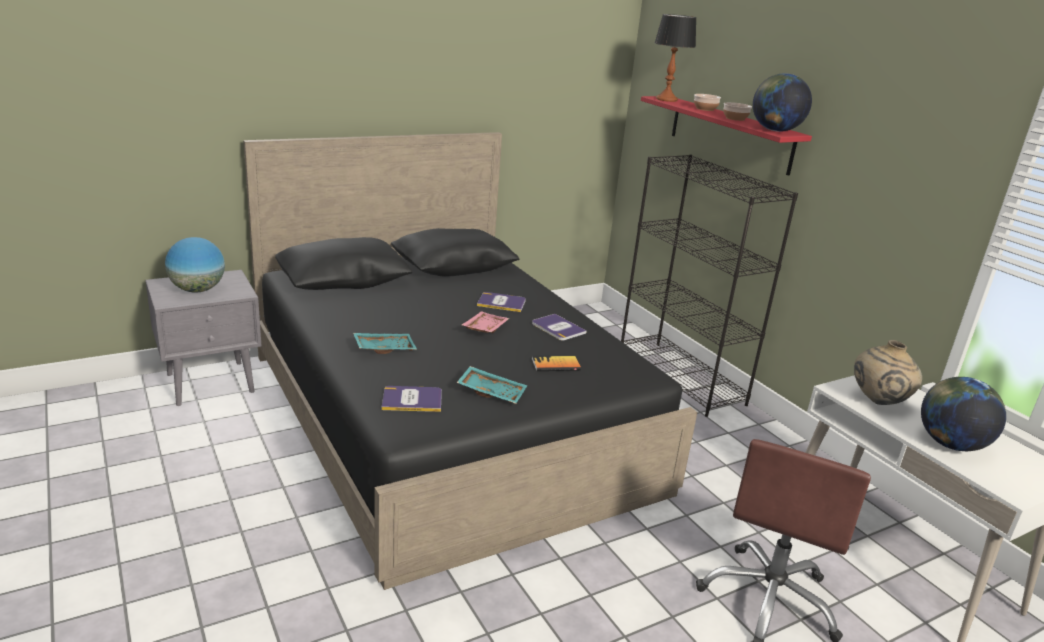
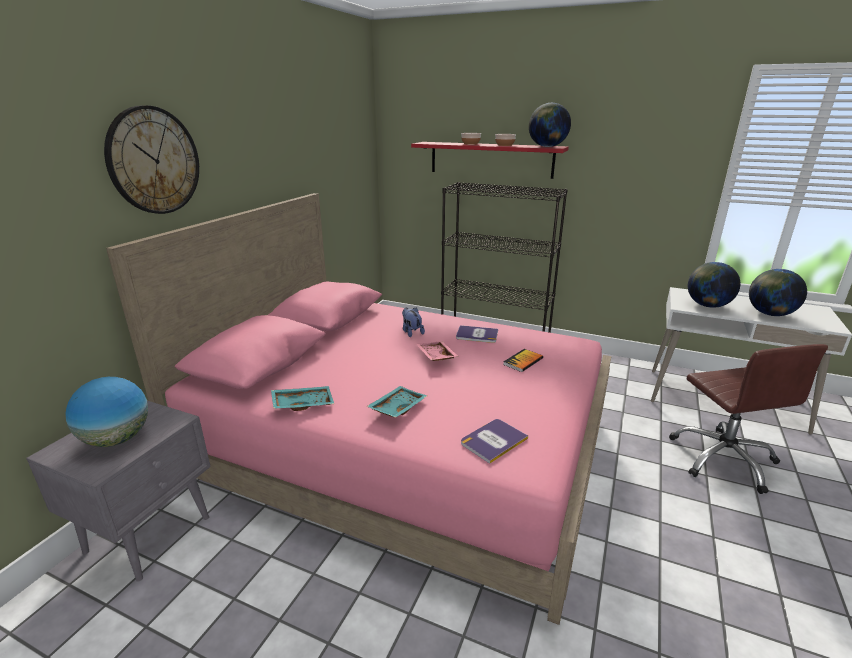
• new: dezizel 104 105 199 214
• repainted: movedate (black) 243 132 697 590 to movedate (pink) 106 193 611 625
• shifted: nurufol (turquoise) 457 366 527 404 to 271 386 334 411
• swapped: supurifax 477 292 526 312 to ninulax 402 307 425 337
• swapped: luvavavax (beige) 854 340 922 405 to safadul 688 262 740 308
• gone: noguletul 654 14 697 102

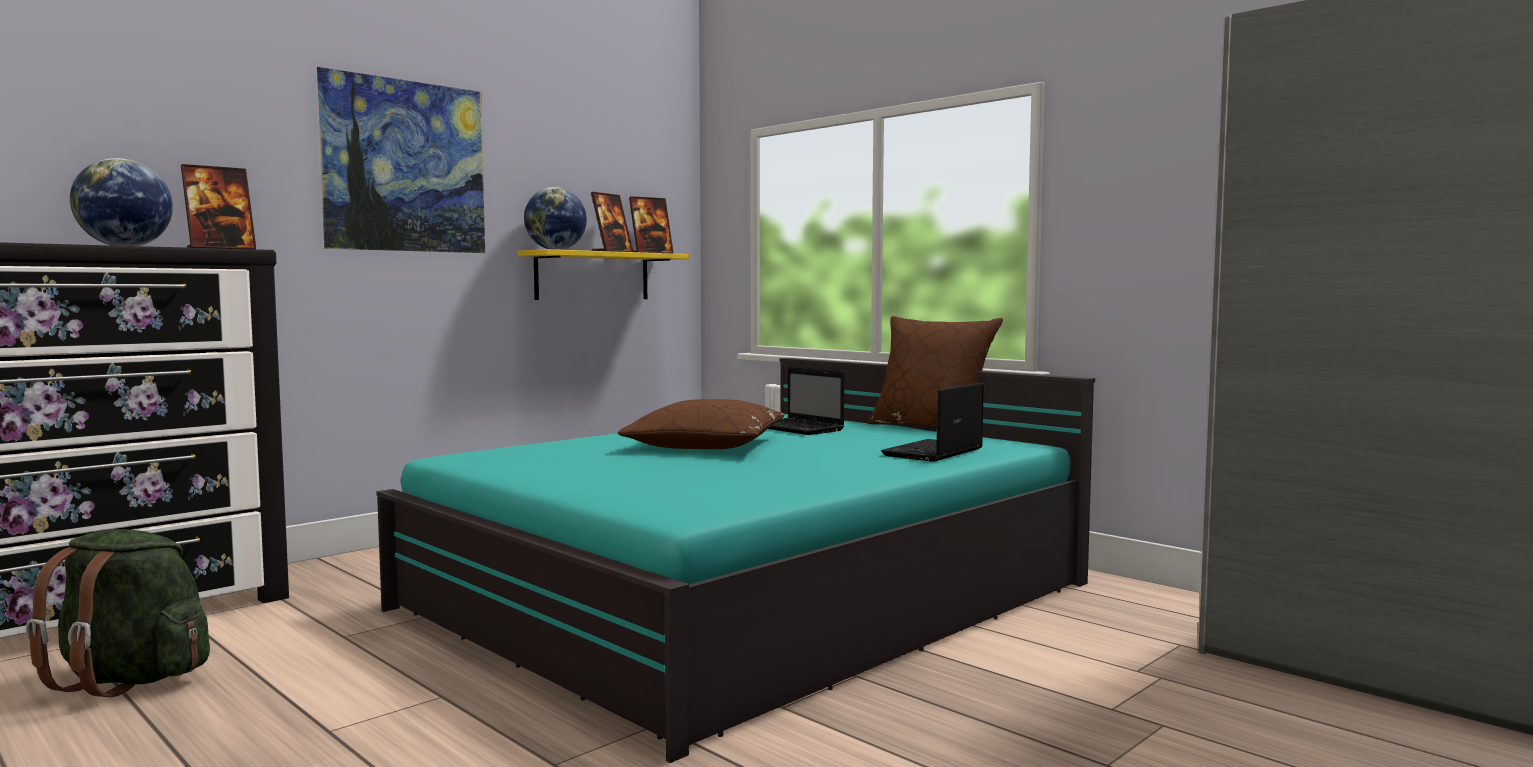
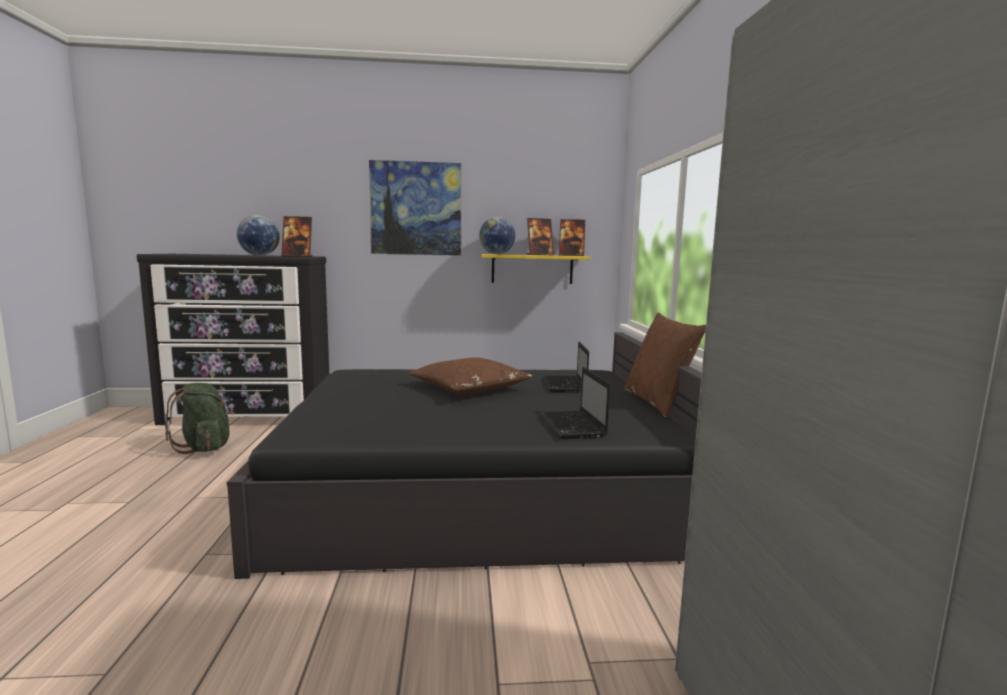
• repainted: movedate (turquoise) 376 358 1095 763 to movedate (black) 227 332 702 579
• rotated: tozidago 881 383 984 462 = 539 367 610 439 90 degrees counterclockwise

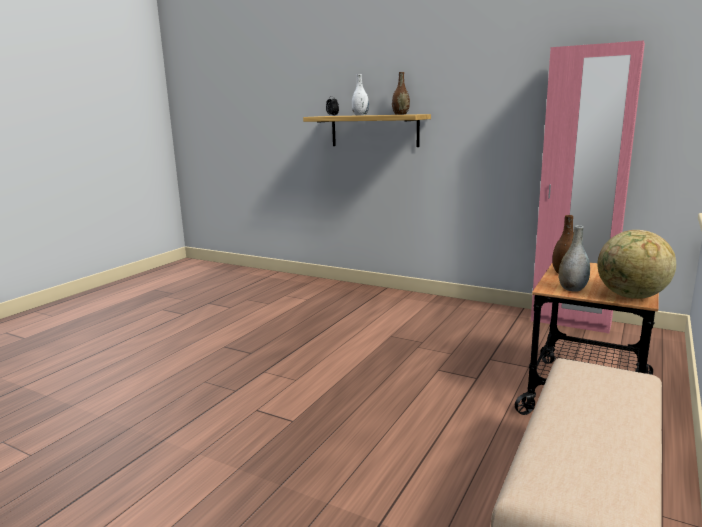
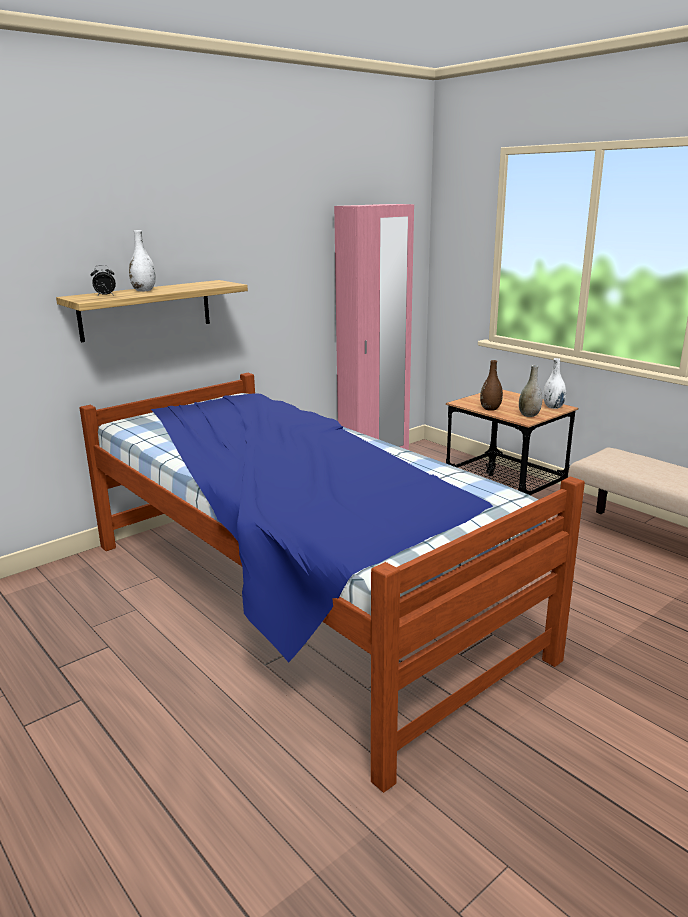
• new: movedate 80 373 585 793
• swapped: safadul 597 230 676 299 to luvavavax (white) 543 358 566 409
• gone: luvavavax (brown) 392 72 410 115

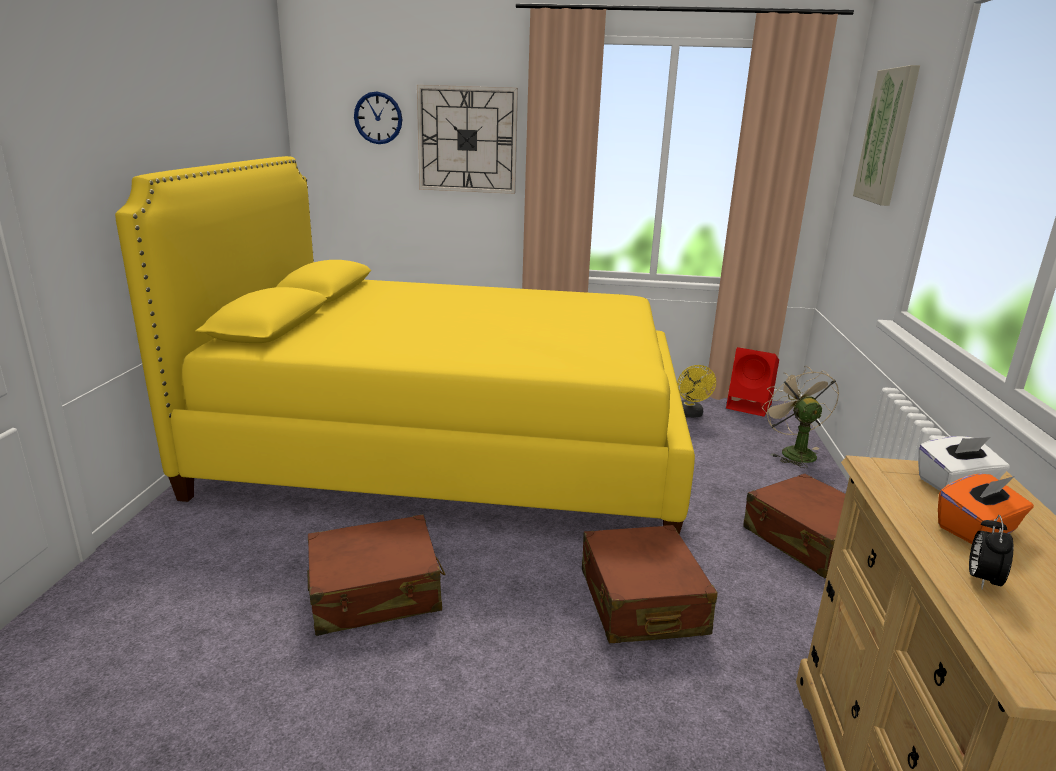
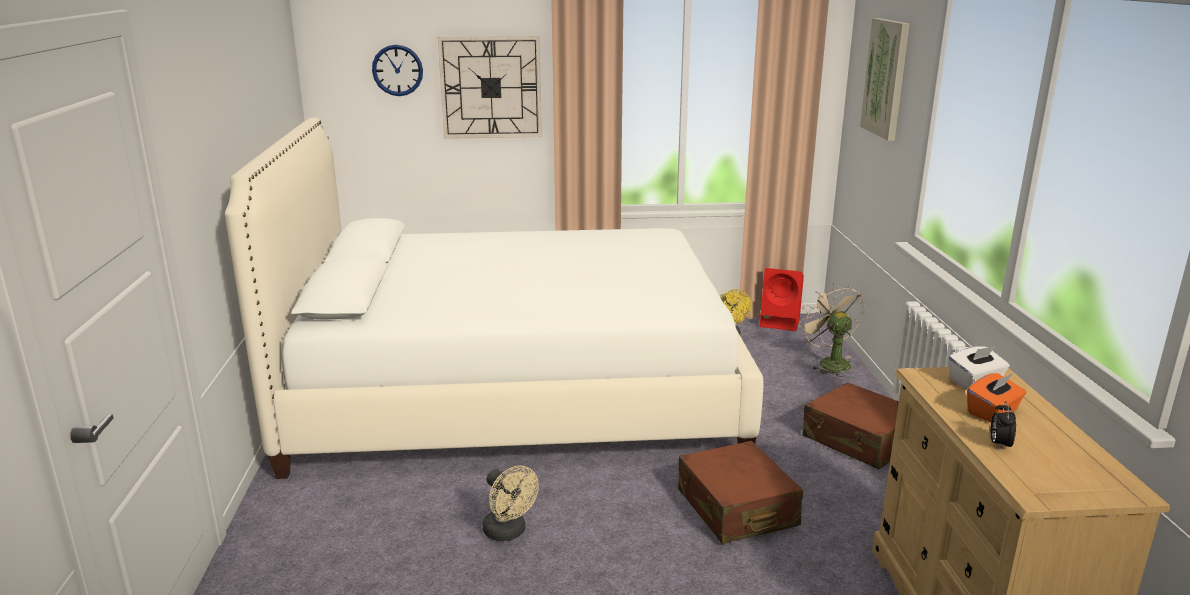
• repainted: movedate (yellow) 115 156 695 535 to movedate (white) 225 117 763 479
• swapped: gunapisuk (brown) 307 515 445 636 to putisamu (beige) 483 465 539 541

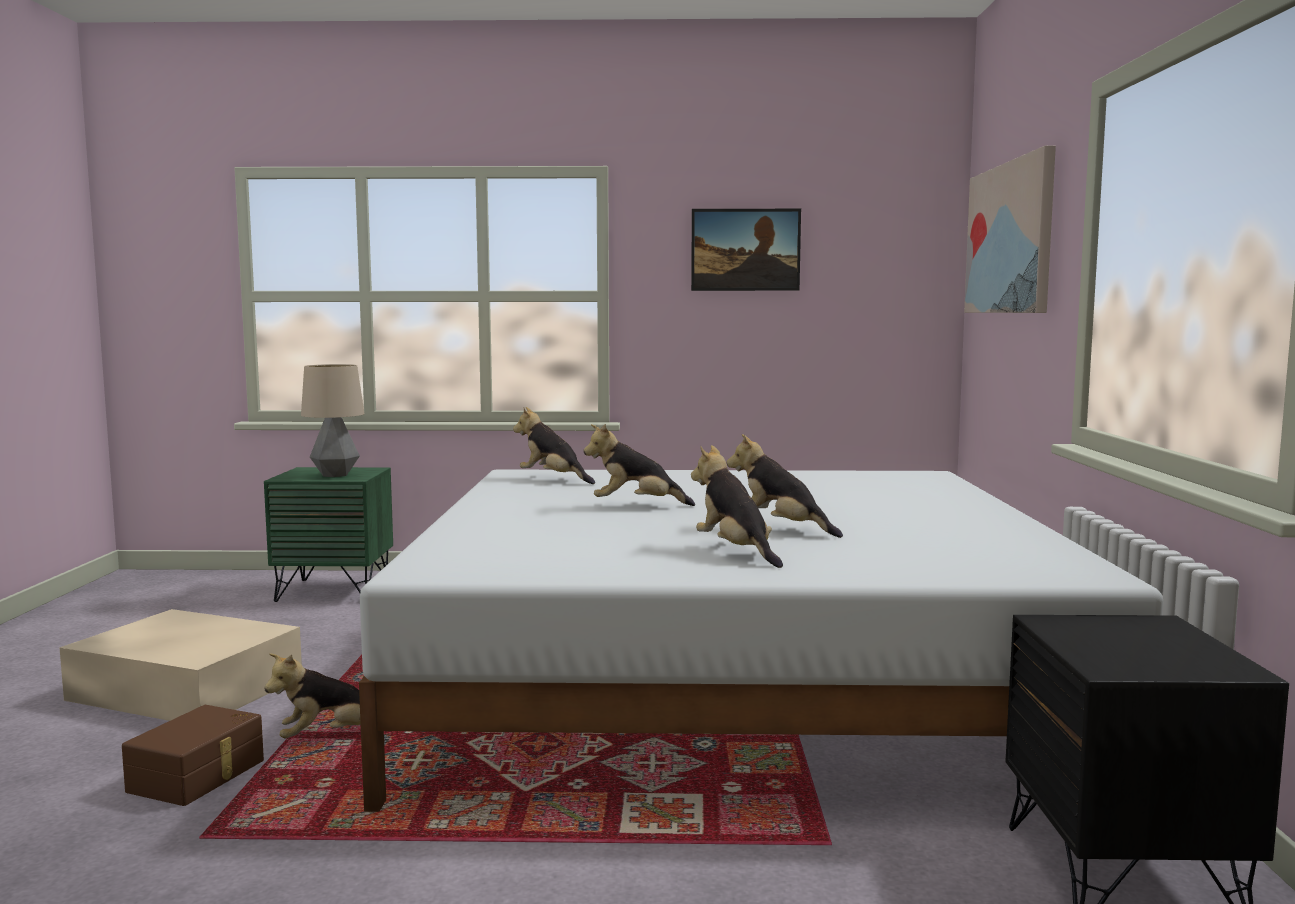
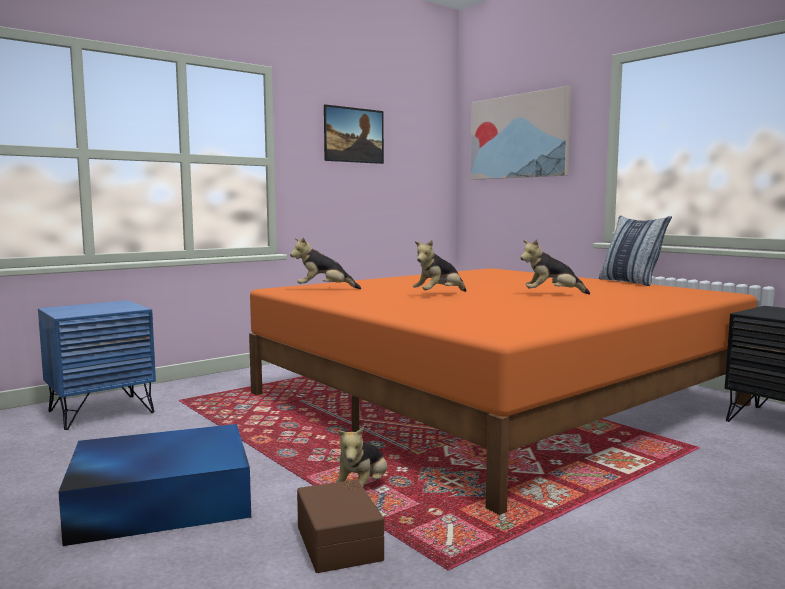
• repainted: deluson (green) 264 467 393 602 to deluson (blue) 38 300 156 430
• repainted: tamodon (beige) 59 609 302 721 to tamodon (blue) 58 424 251 546
• repainted: movedate (white) 359 469 1163 812 to movedate (orange) 249 268 757 515
• new: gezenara 599 215 672 286
• gone: noguletul 301 364 365 477
• gone: ninulax 691 445 783 568

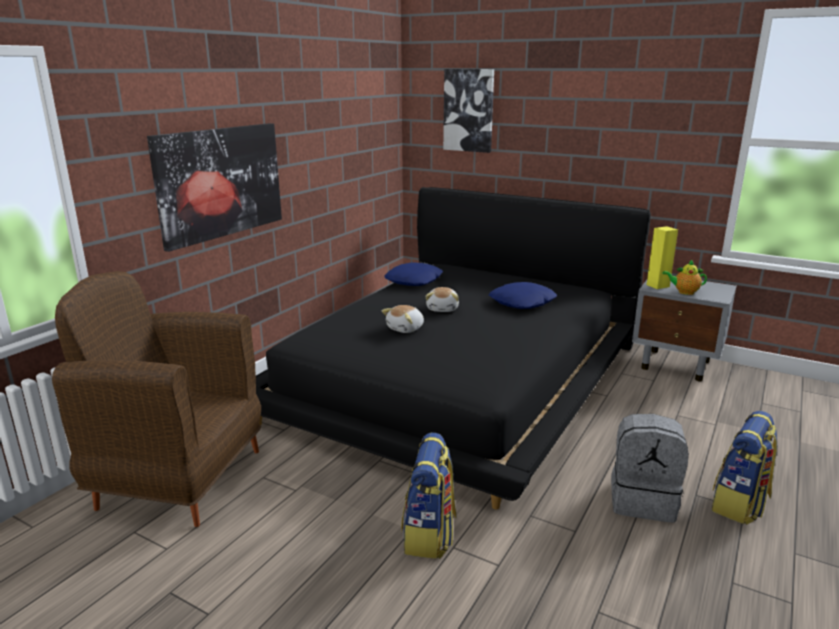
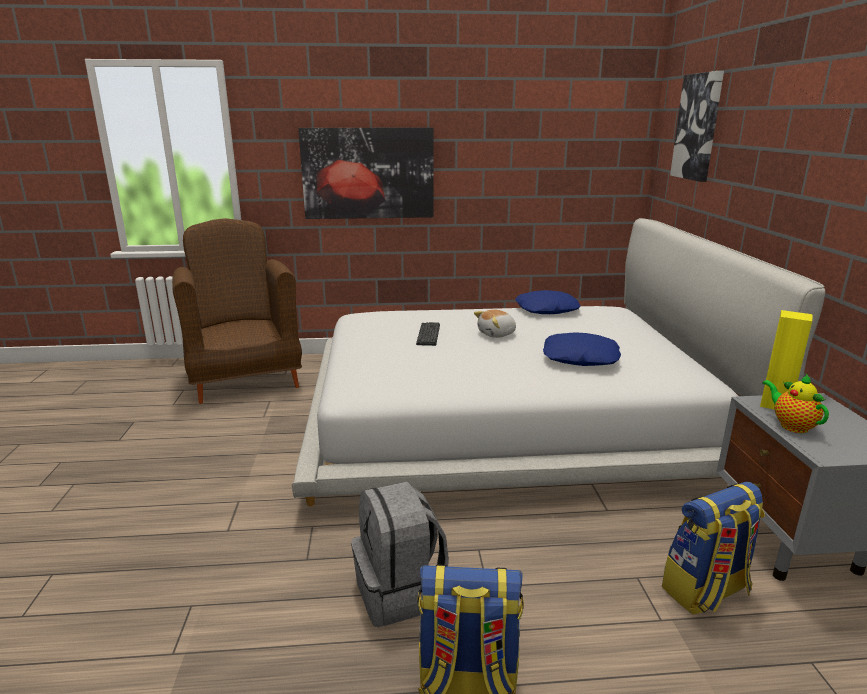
• repainted: movedate (black) 256 187 651 510 to movedate (white) 292 218 825 506
• swapped: ninulax 382 305 424 333 to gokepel 416 322 440 346
• shifted: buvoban 401 432 457 559 to 662 482 765 615

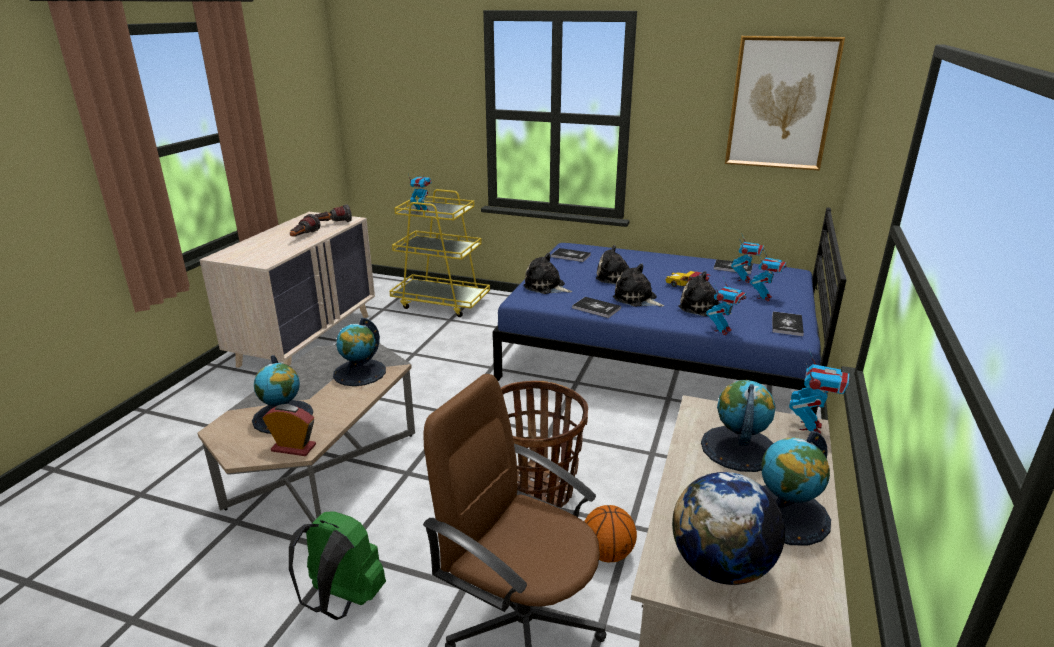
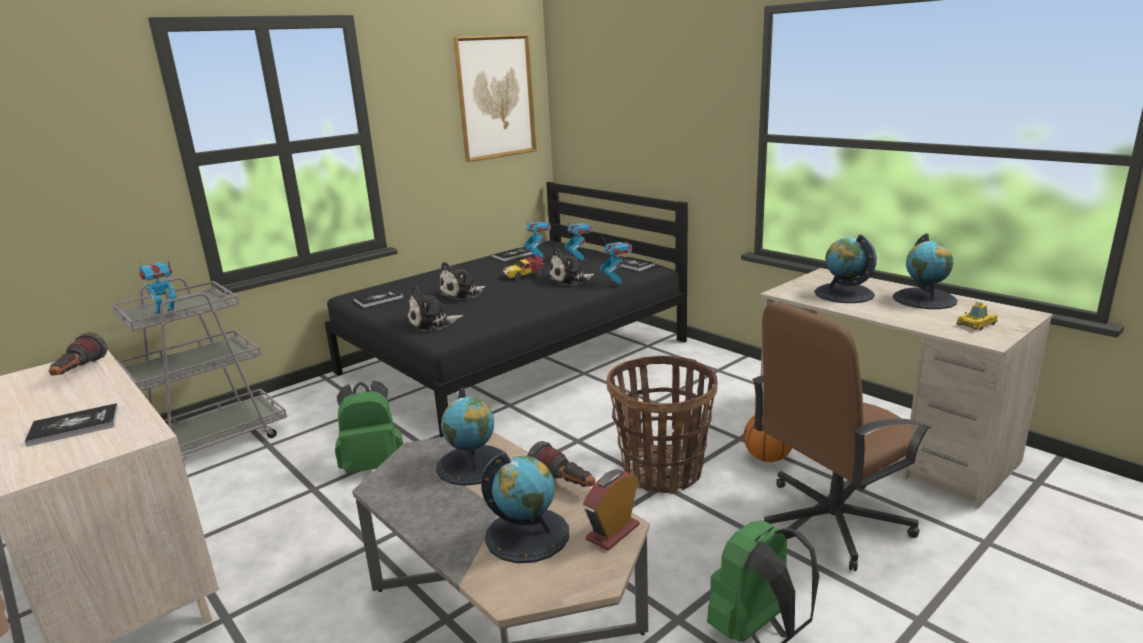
• shifted: supurifax 572 297 621 318 to 24 403 118 447
• repainted: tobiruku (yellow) 389 189 490 317 to tobiruku (grey) 113 277 287 465
• repainted: movedate (blue) 493 207 847 415 to movedate (black) 325 182 688 437
• new: buvoban (green) 335 381 403 473
• shifted: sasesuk 290 214 320 237 to 527 441 595 487
• swapped: safadul 672 472 785 585 to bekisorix 957 302 998 330
• gone: ninulax 613 264 664 307
• gone: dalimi 789 349 850 434

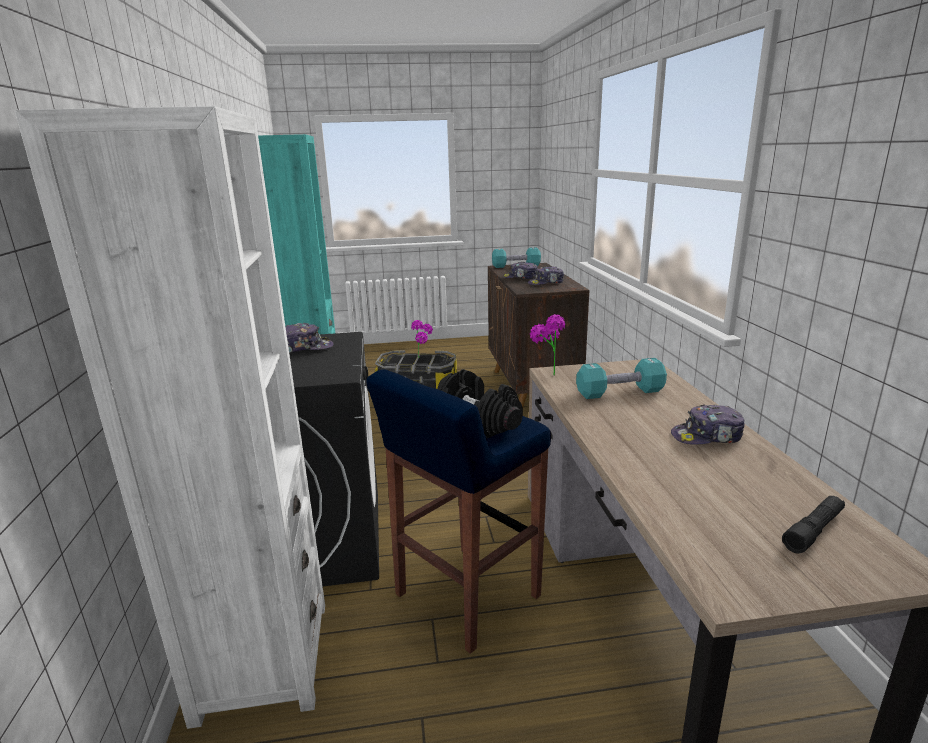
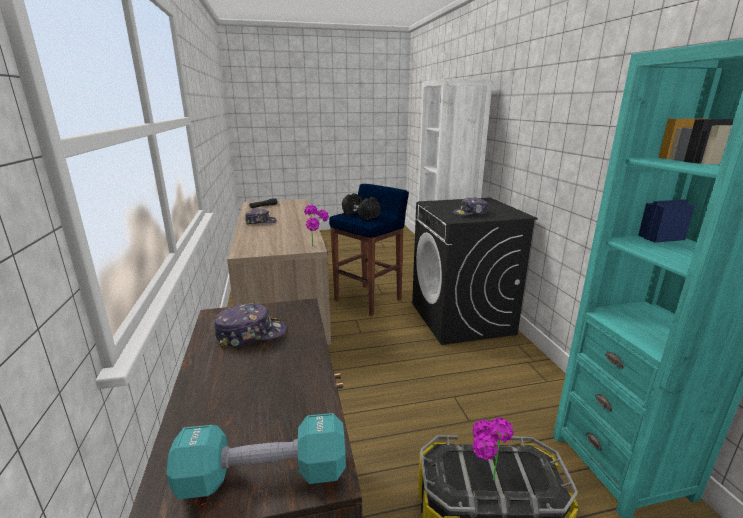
• gone: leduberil 503 262 538 279
• gone: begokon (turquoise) 576 358 667 399

